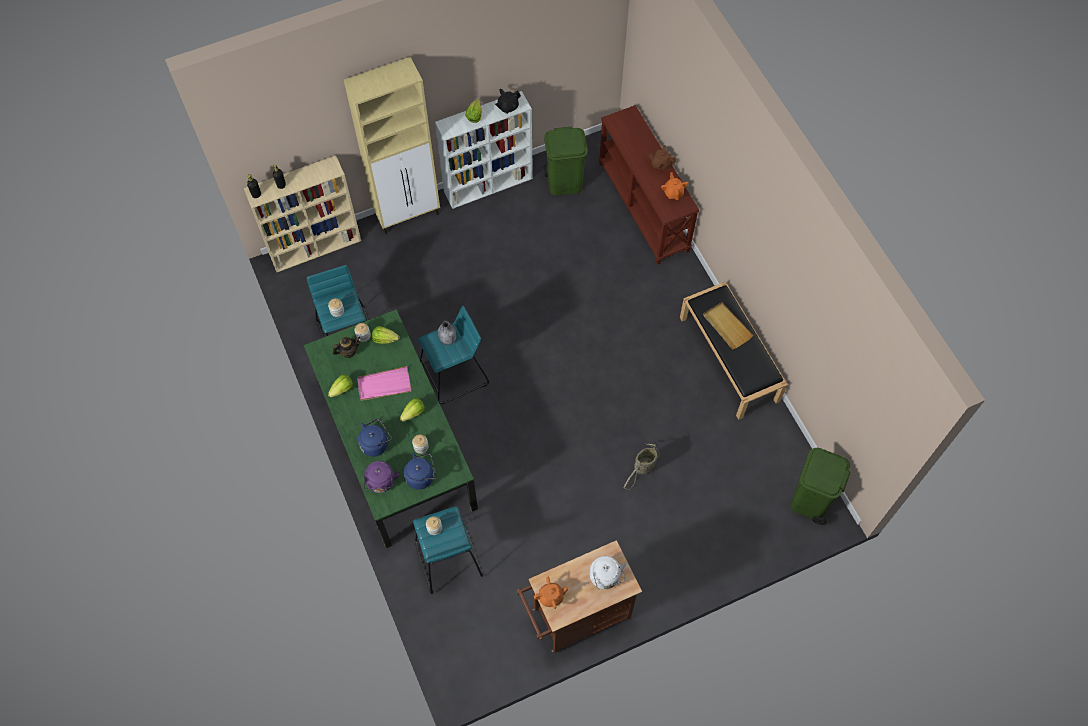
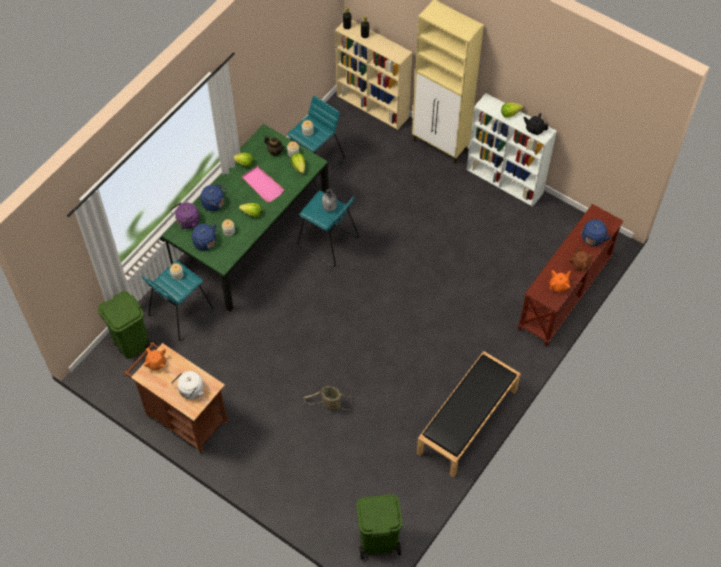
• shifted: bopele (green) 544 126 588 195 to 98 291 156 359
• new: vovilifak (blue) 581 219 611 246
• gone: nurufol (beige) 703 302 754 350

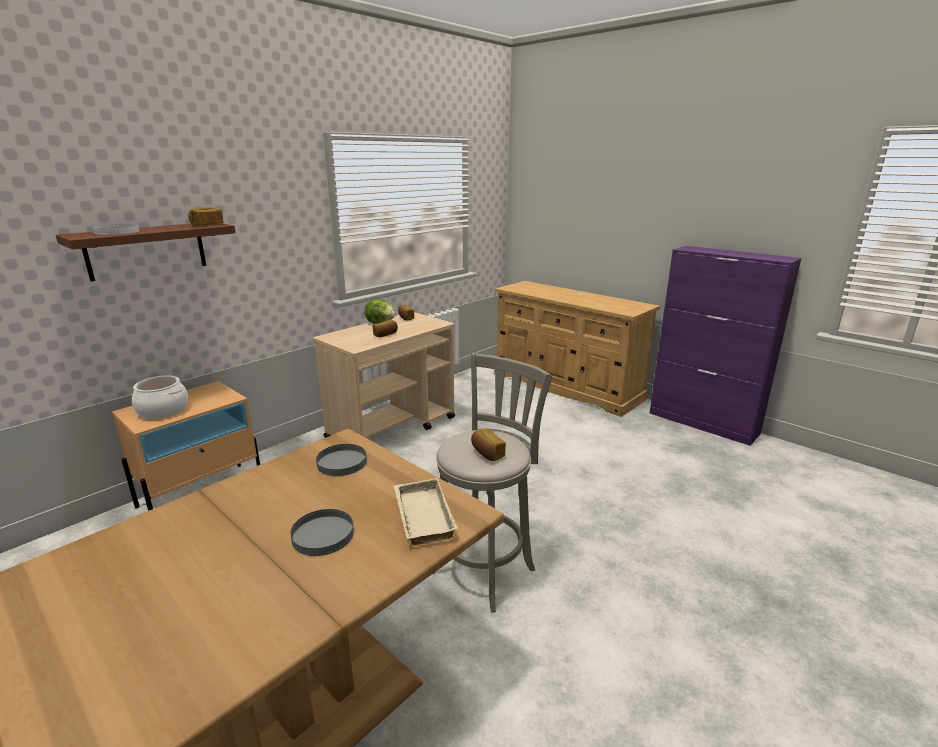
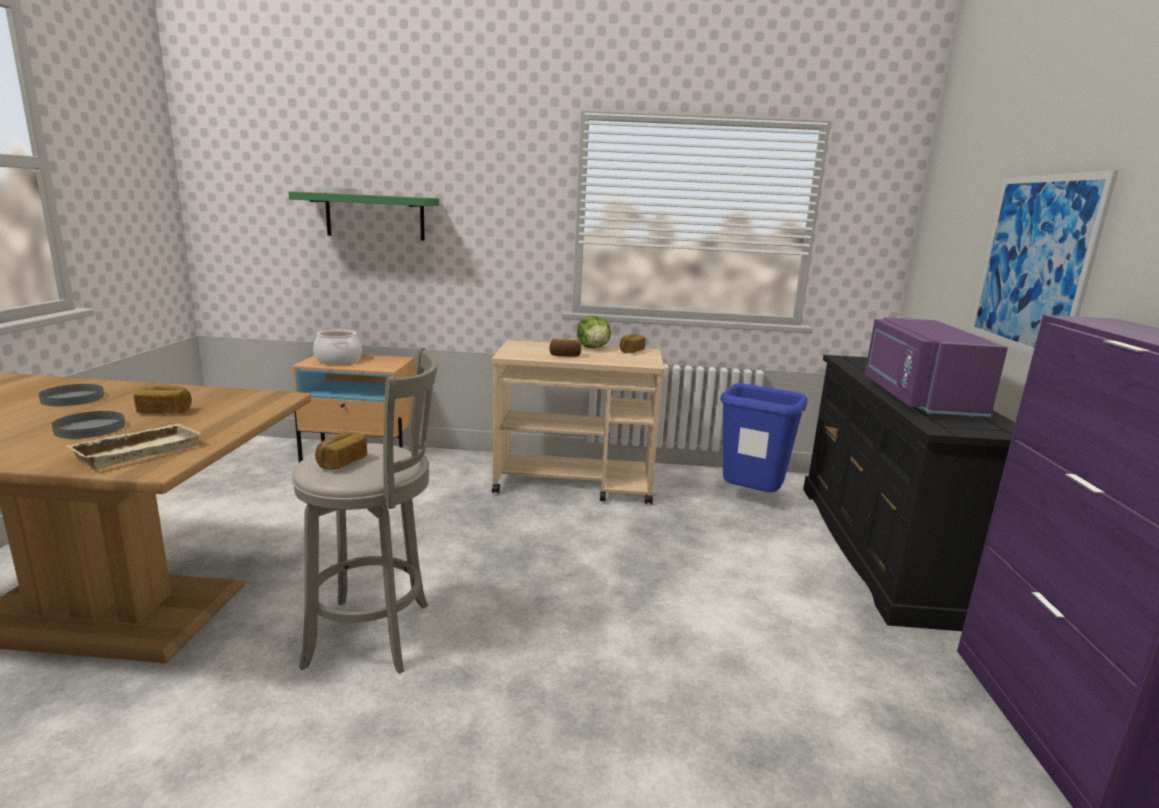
• shifted: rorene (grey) 316 444 367 476 to 38 384 104 406
• shifted: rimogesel 188 207 224 226 to 134 385 192 414
• repainted: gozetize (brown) 56 223 236 281 to gozetize (green) 288 191 439 241
• new: bopele (blue) 720 383 808 492
• repainted: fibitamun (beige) 494 281 660 417 to fibitamun (black) 803 355 1015 631
• new: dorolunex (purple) 865 317 1008 418
• new: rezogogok 970 171 1118 355

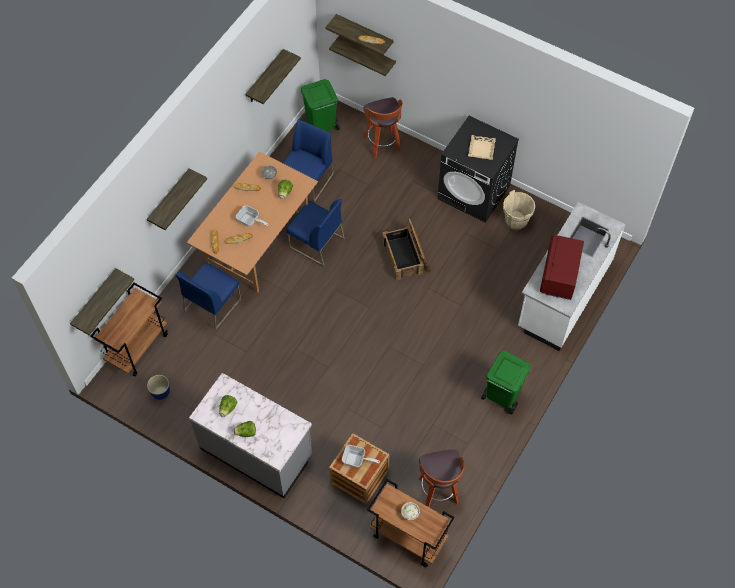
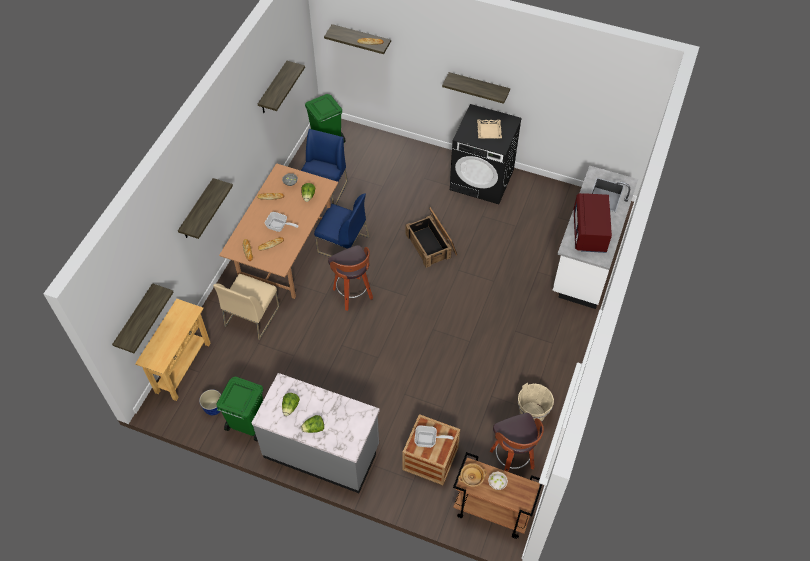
• swapped: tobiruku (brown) 90 283 168 377 to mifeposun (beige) 135 299 211 401
• repainted: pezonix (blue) 175 262 241 331 to pezonix (beige) 213 274 280 340
• shifted: bopele (green) 481 351 531 415 to 216 376 263 441
• shifted: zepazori 364 97 402 158 to 328 245 373 311
• shifted: gozetize 329 36 396 76 to 442 72 510 104
• new: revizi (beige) 458 463 487 487
• shifted: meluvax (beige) 503 190 535 230 to 518 383 554 422

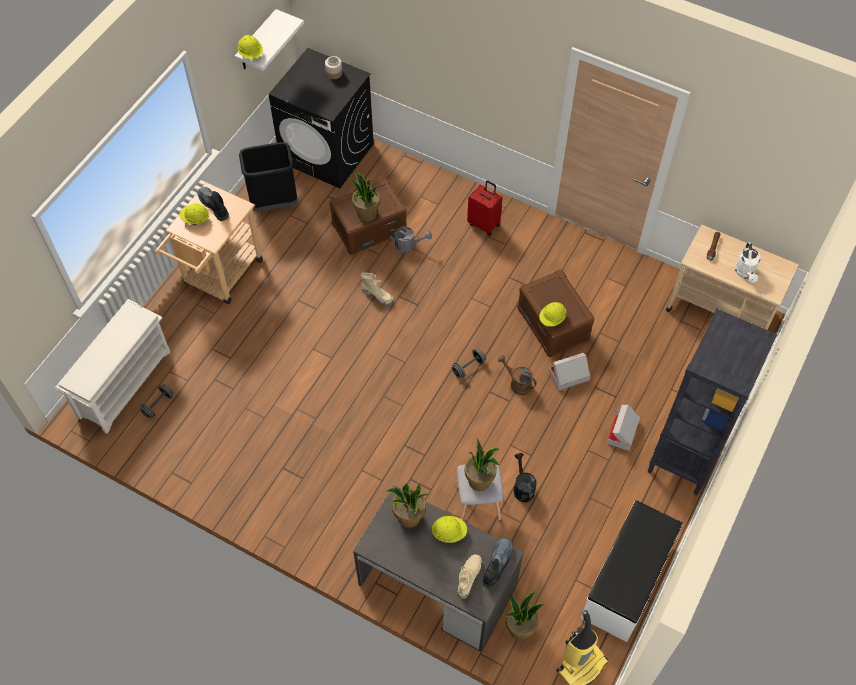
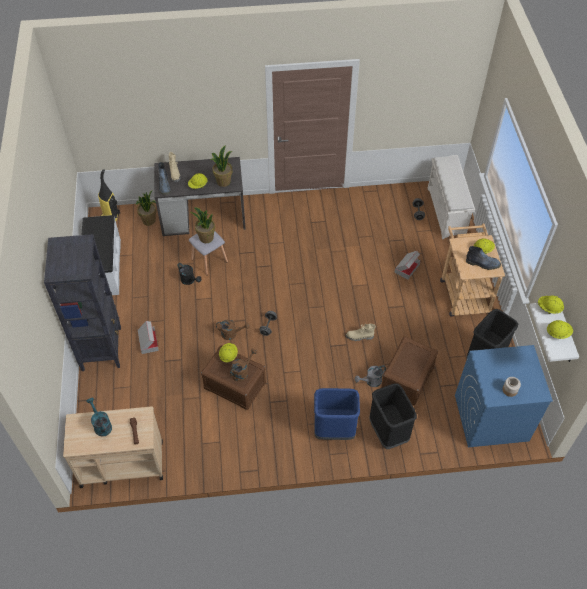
• repainted: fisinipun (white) 735 242 761 283 to fisinipun (turquoise) 86 398 112 436
• new: fisinipun (brown) 230 349 257 382
• swapped: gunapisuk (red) 467 180 502 236 to bopele (blue) 314 388 360 440
• new: bopele (black) 370 383 417 449
• shifted: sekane 549 353 591 391 to 395 251 421 279
• repainted: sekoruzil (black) 269 48 374 188 to sekoruzil (blue) 455 345 553 447
• new: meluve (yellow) 547 320 573 339
• gone: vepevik 348 172 380 222

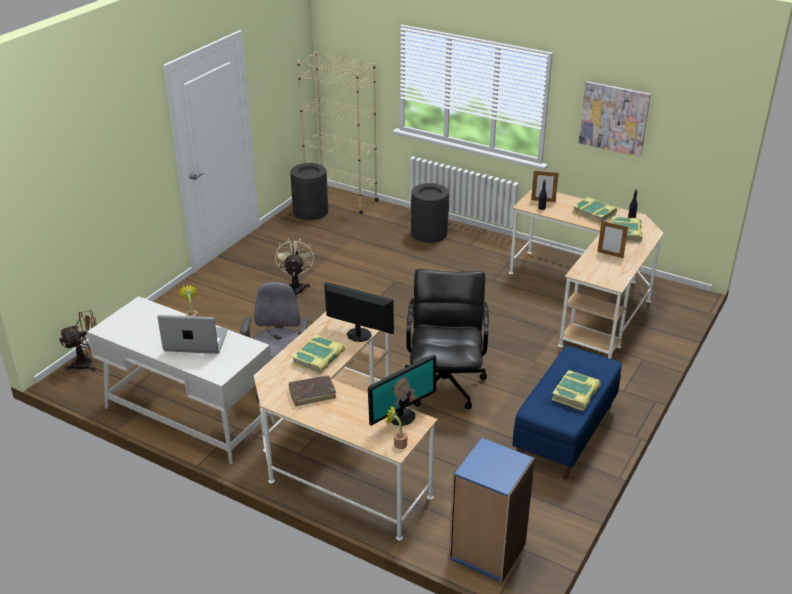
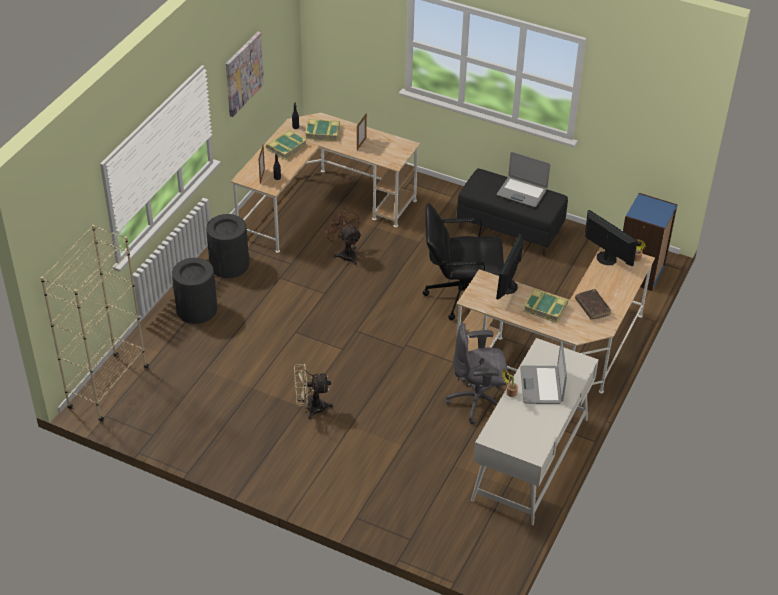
• shifted: bopele (black) 290 163 328 220 to 206 214 250 278
• shifted: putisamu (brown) 59 310 97 371 to 323 208 361 265
• repainted: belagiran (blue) 512 345 621 480 to belagiran (black) 457 168 568 256
• swapped: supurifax 552 370 601 411 to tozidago 497 152 550 207

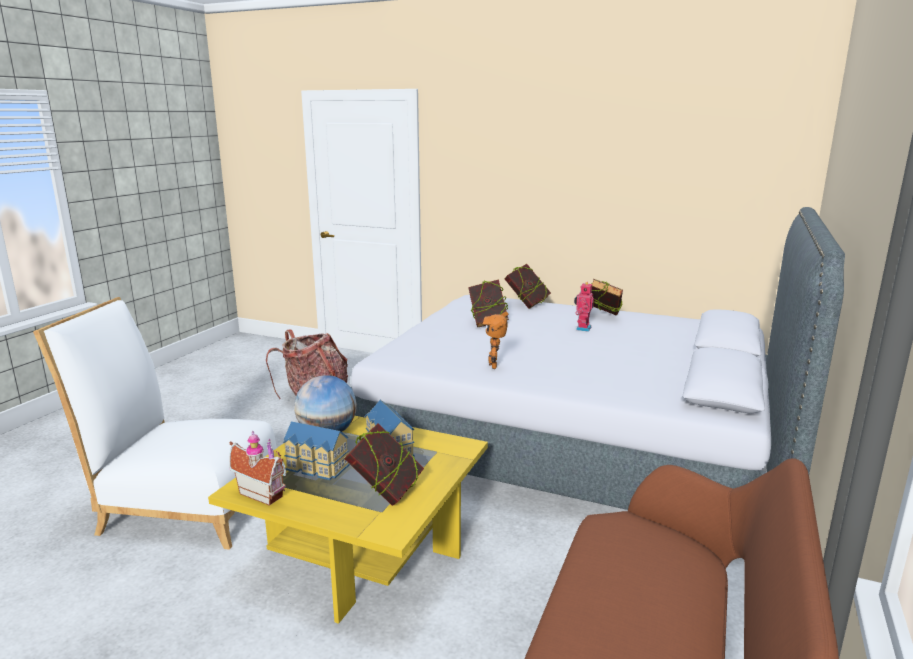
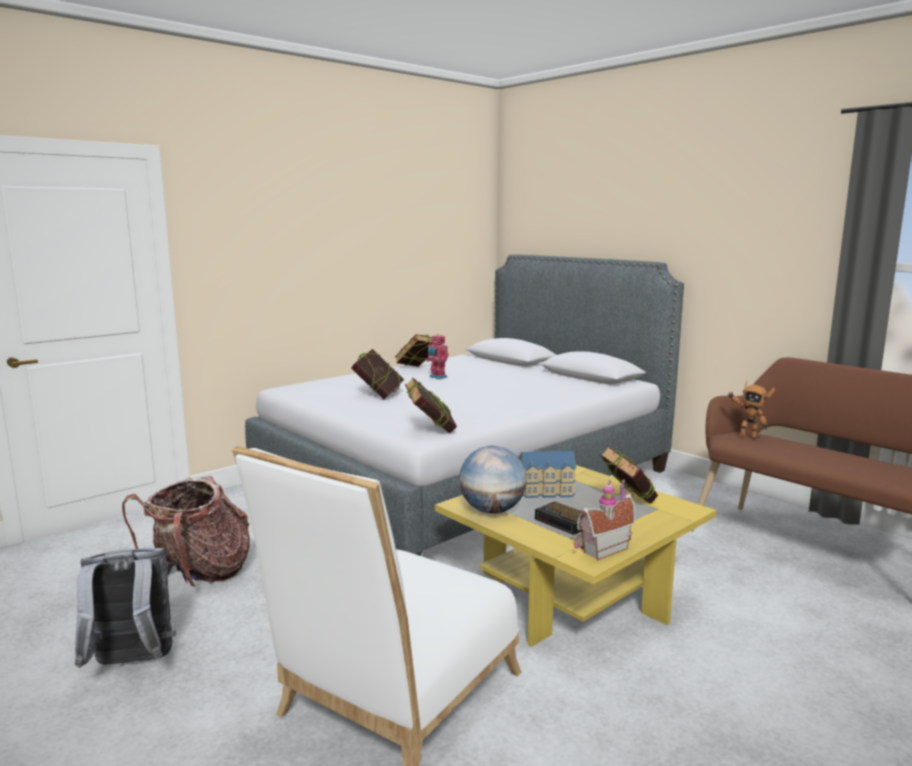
• new: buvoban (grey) 75 548 176 668
• shifted: supurifax 505 264 551 309 to 405 377 457 434
• swapped: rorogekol 283 421 350 480 to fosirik 535 501 581 535
• shifted: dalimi 483 311 508 369 to 727 381 775 438

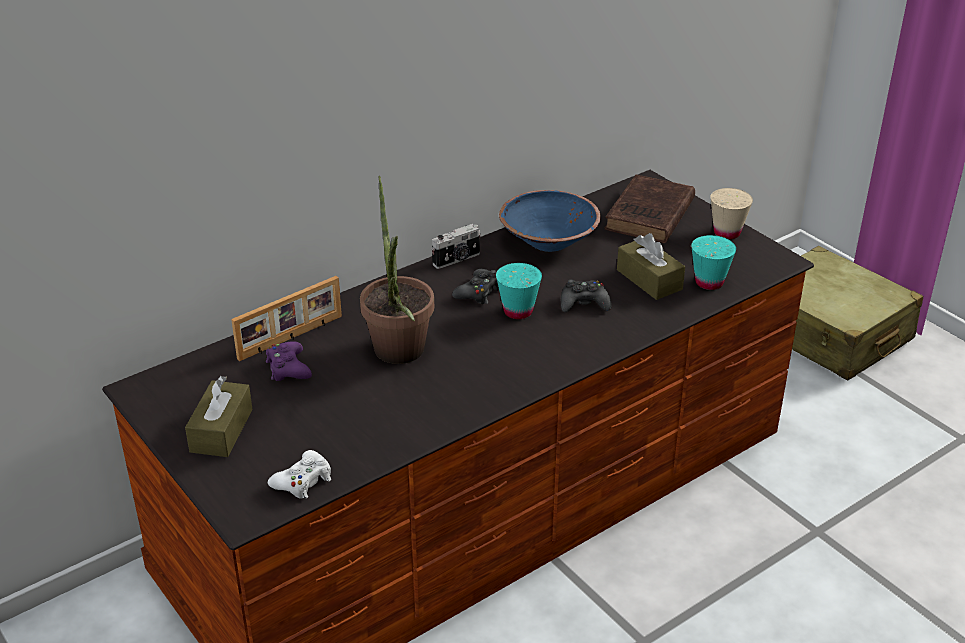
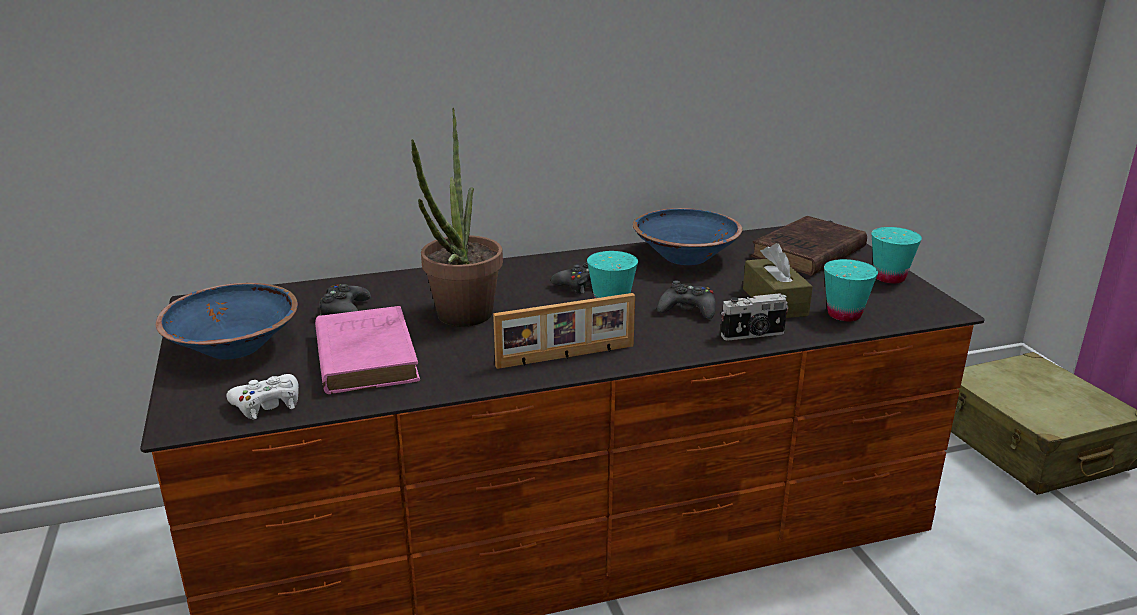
• swapped: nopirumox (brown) 185 376 252 457 to revizi (blue) 156 283 298 359
• new: supurifax (pink) 315 306 420 394
• repainted: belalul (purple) 266 341 312 381 to belalul (black) 319 284 371 315
• shifted: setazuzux 231 276 342 361 to 493 293 635 369
• shifted: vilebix 432 224 481 269 to 721 293 789 340
• repainted: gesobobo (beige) 711 188 753 239 to gesobobo (turquoise) 871 227 922 283

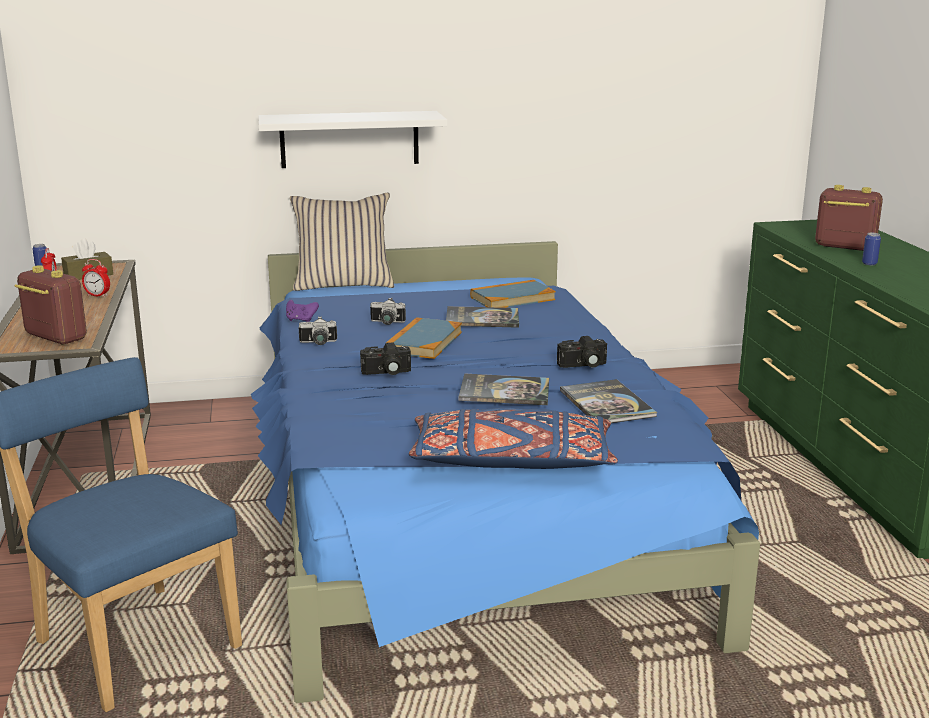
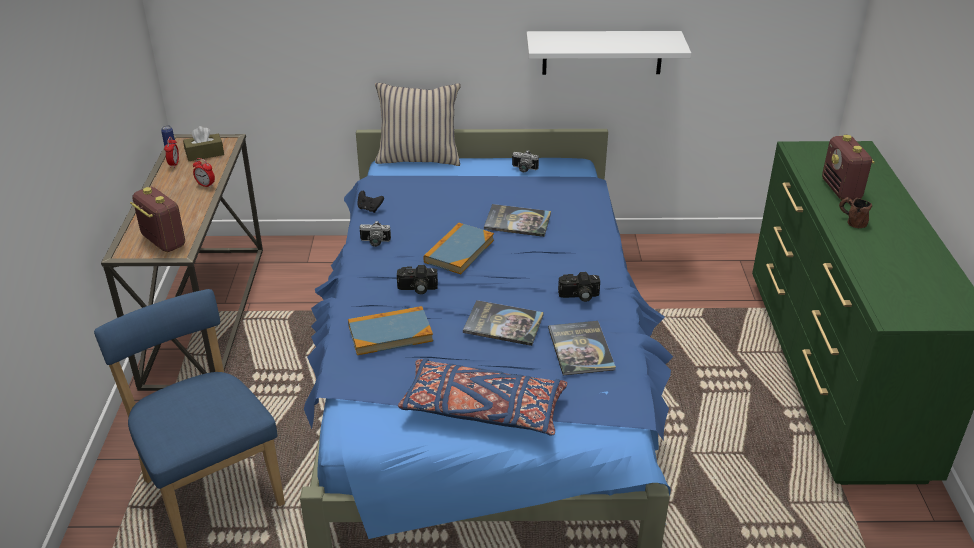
• shifted: supurifax 470 280 555 308 to 348 306 433 355
• repainted: belalul (purple) 286 300 319 322 to belalul (black) 358 190 384 213
• shifted: vilebix 370 297 406 325 to 512 150 539 172
• shifted: gozetize (white) 258 111 448 168 to 526 31 691 75
• rotated: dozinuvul 815 185 883 251 = 822 135 875 200 135 degrees counterclockwise
• swapped: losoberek 862 233 881 265 to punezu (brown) 839 197 872 228

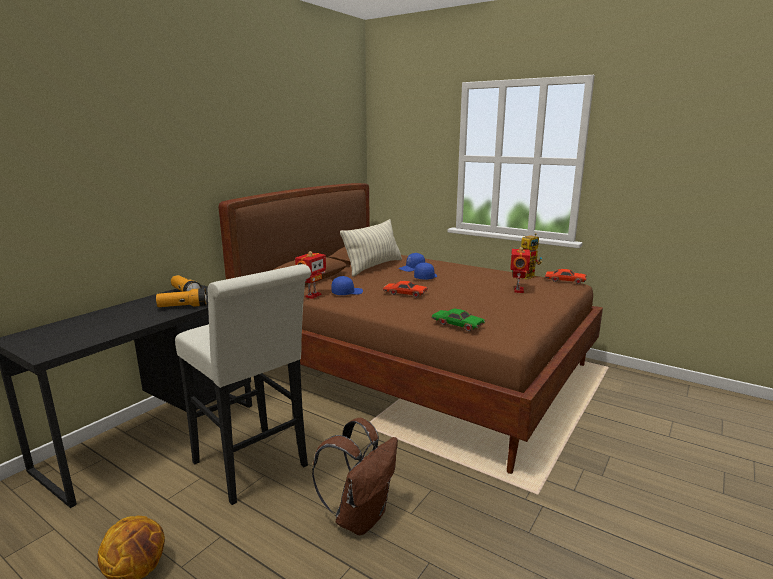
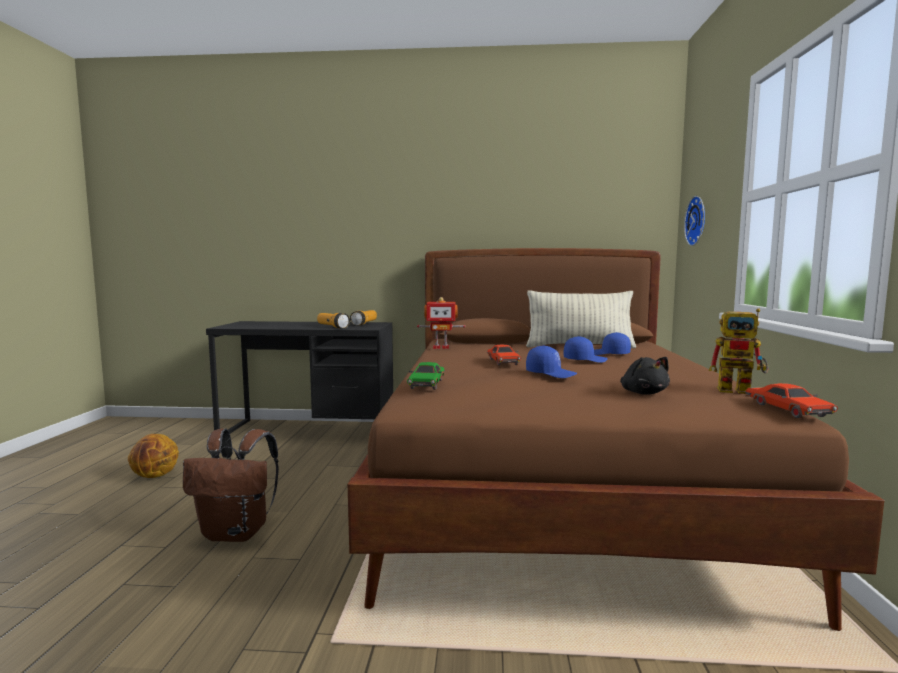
• shifted: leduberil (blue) 331 276 363 295 to 526 345 577 378
• swapped: dalimi 510 247 530 293 to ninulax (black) 620 357 670 395
• new: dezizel 684 196 705 246
• gone: zepazori (white) 175 264 311 505

